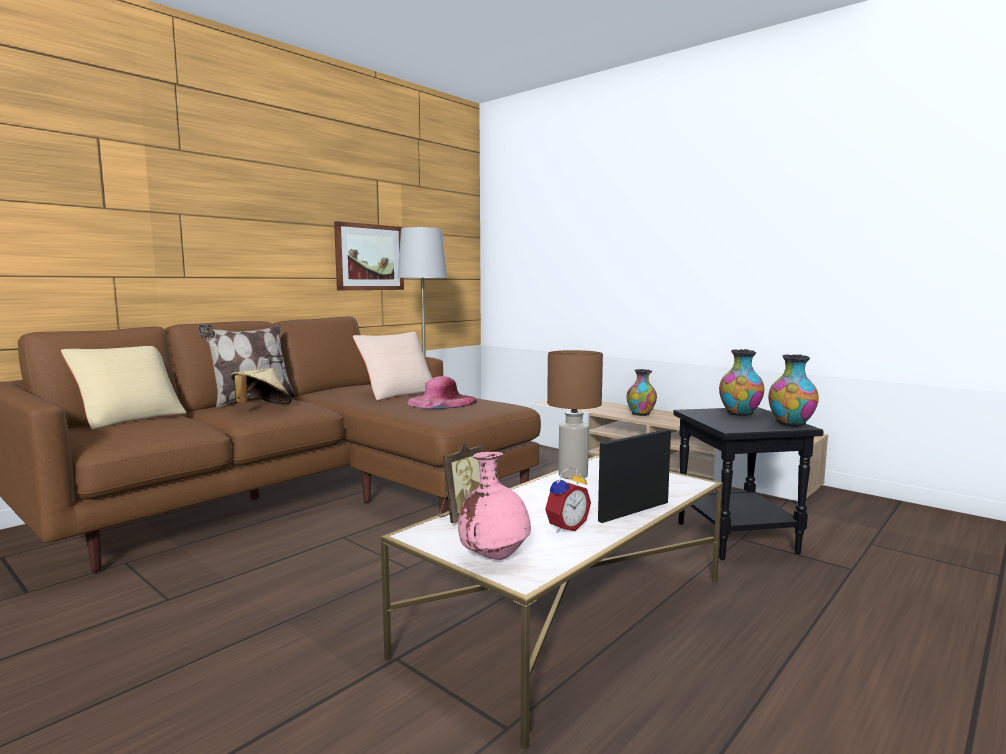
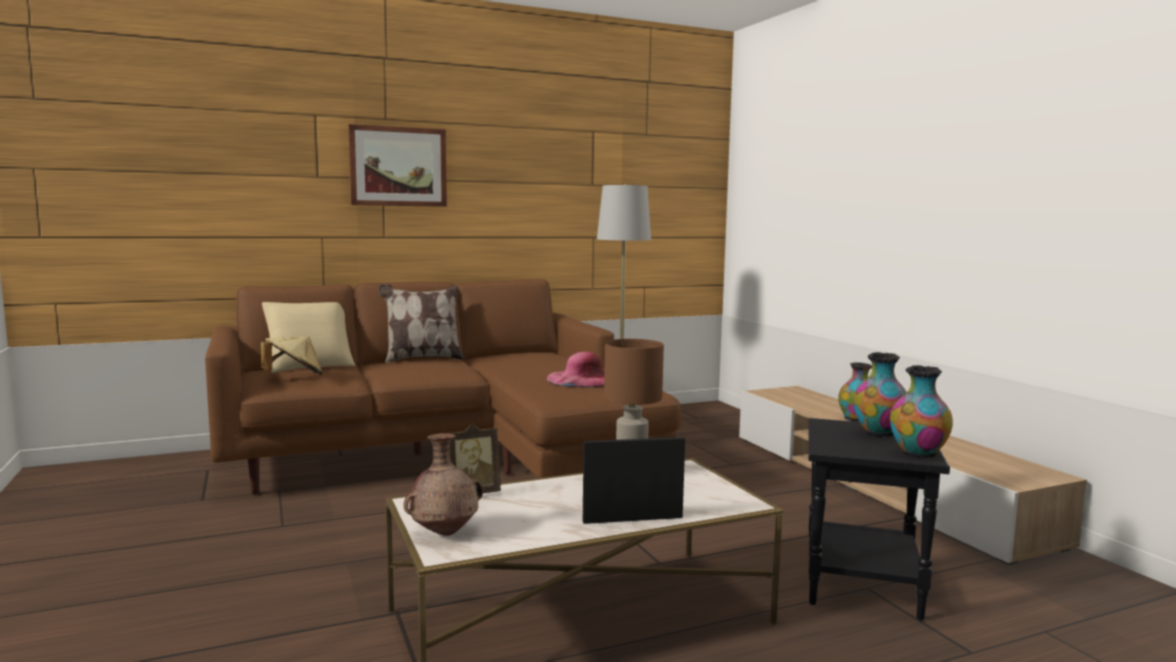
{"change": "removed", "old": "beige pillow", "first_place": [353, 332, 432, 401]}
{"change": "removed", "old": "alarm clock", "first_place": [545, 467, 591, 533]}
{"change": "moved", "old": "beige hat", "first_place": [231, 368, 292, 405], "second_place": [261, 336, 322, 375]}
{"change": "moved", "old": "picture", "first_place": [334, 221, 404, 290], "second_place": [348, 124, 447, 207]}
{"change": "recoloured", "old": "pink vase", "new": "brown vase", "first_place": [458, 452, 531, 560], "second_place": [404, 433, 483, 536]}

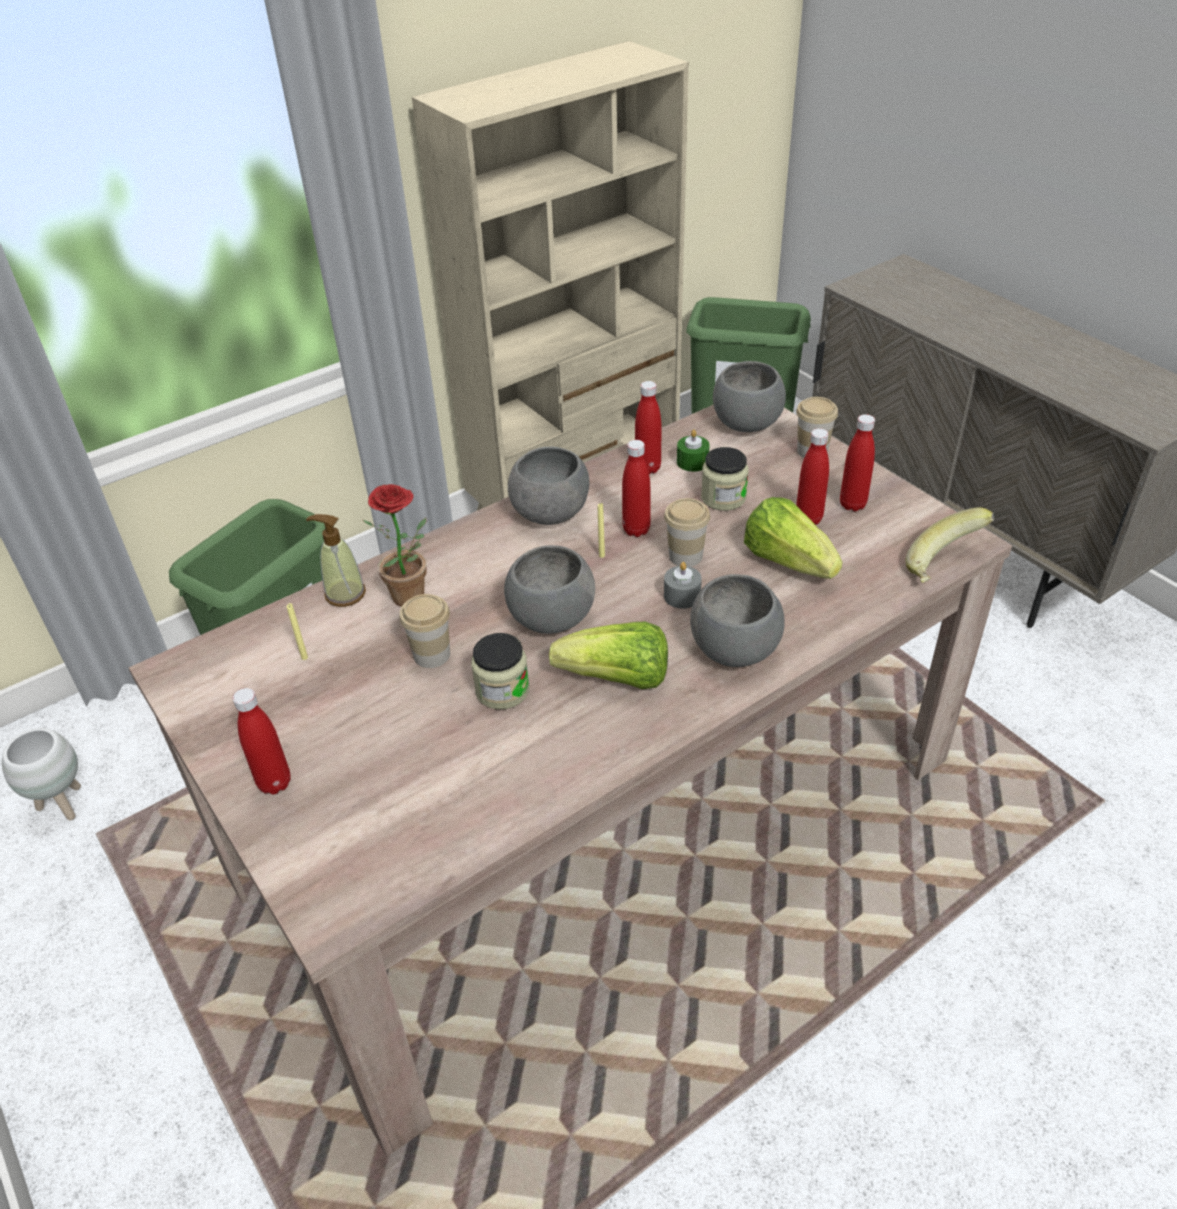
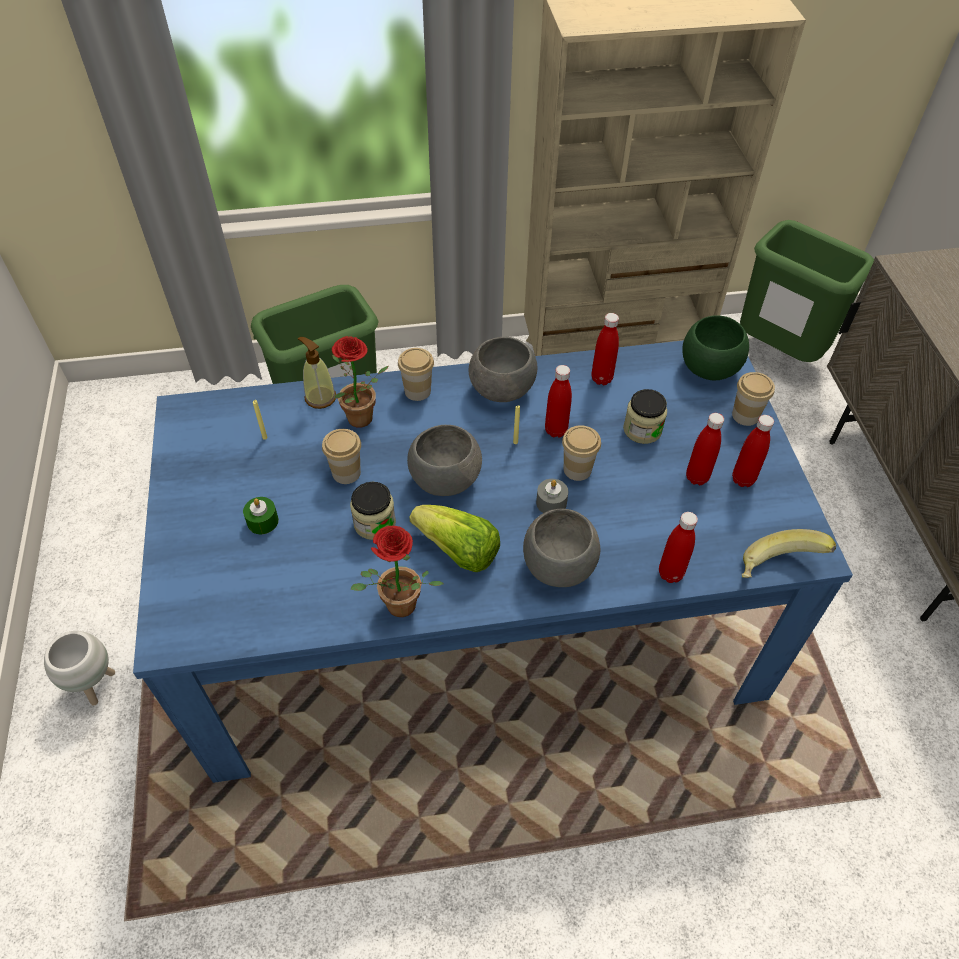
{"change": "removed", "old": "lettuce", "first_place": [744, 497, 843, 579]}
{"change": "added", "new": "potted plant", "second_place": [351, 526, 443, 617]}
{"change": "added", "new": "cup", "second_place": [398, 348, 434, 401]}
{"change": "moved", "old": "white planter", "first_place": [2, 728, 81, 820], "second_place": [44, 631, 115, 706]}
{"change": "moved", "old": "red bottle", "first_place": [233, 688, 290, 795], "second_place": [659, 512, 698, 583]}
{"change": "moved", "old": "green candle", "first_place": [677, 430, 710, 472], "second_place": [243, 497, 279, 534]}
{"change": "recoloured", "old": "beige dining table", "new": "blue dining table", "first_place": [129, 405, 1012, 1157], "second_place": [133, 340, 853, 783]}
{"change": "recoloured", "old": "grey bowl", "new": "green bowl", "first_place": [713, 361, 786, 432], "second_place": [682, 315, 749, 380]}

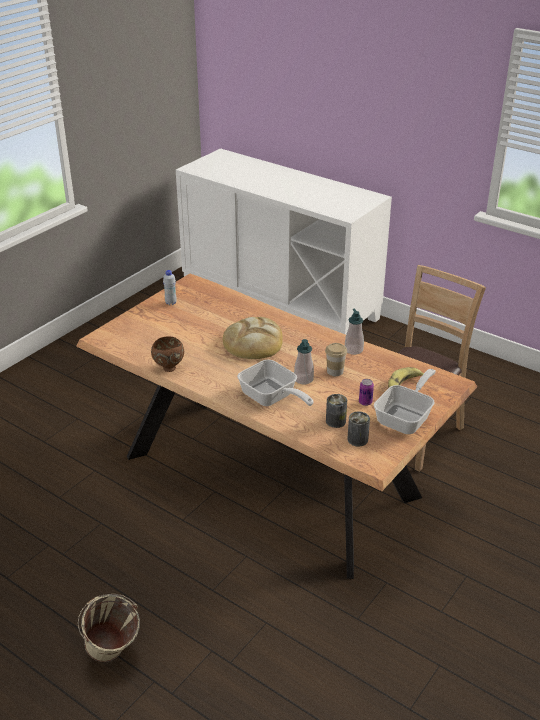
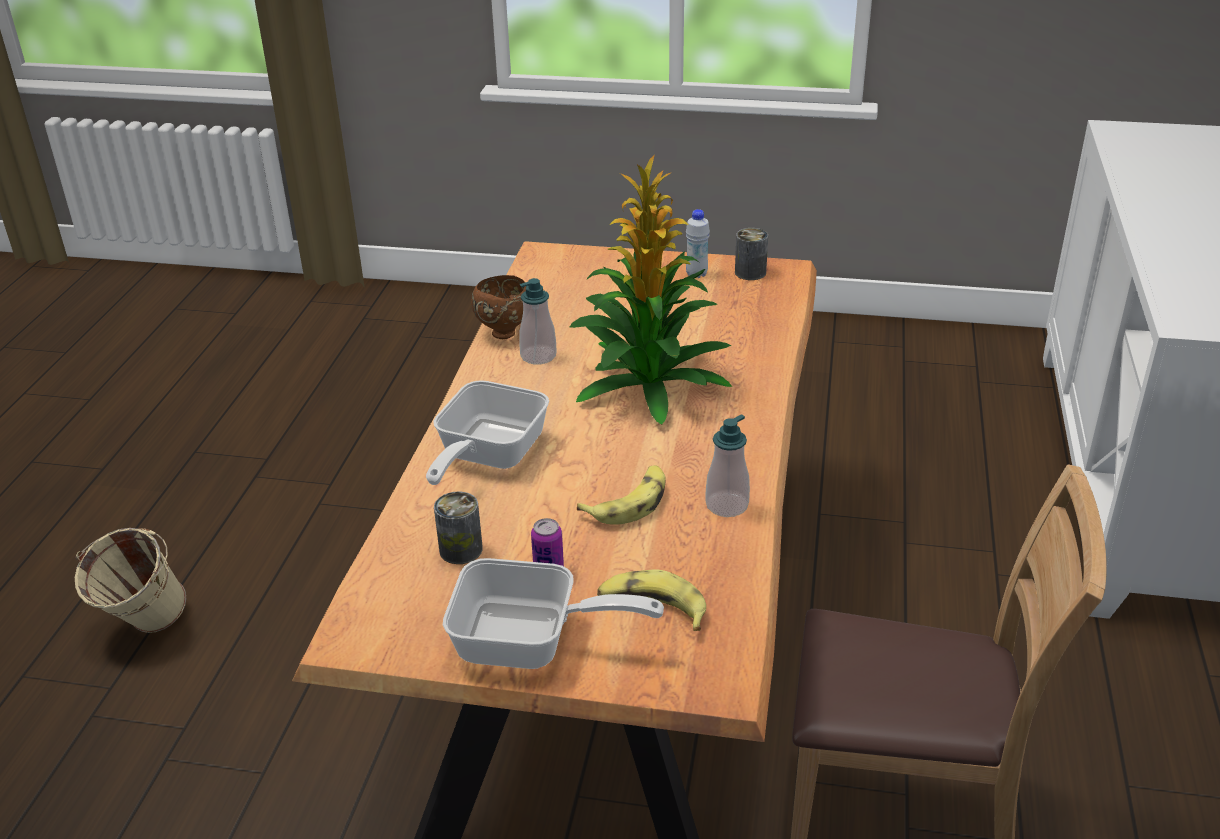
{"change": "moved", "old": "soap dispenser", "first_place": [294, 339, 314, 385], "second_place": [519, 278, 557, 365]}
{"change": "moved", "old": "can", "first_place": [347, 412, 370, 447], "second_place": [735, 228, 768, 280]}
{"change": "replaced", "old": "bread", "new": "potted plant", "first_place": [223, 317, 283, 359], "second_place": [570, 155, 732, 425]}
{"change": "replaced", "old": "cup", "new": "banana", "first_place": [325, 343, 347, 376], "second_place": [577, 465, 666, 525]}

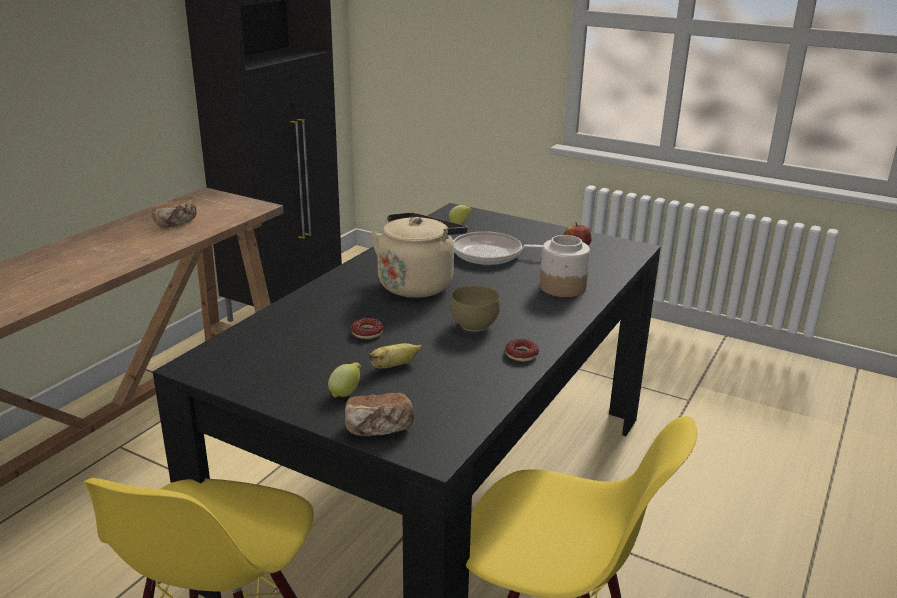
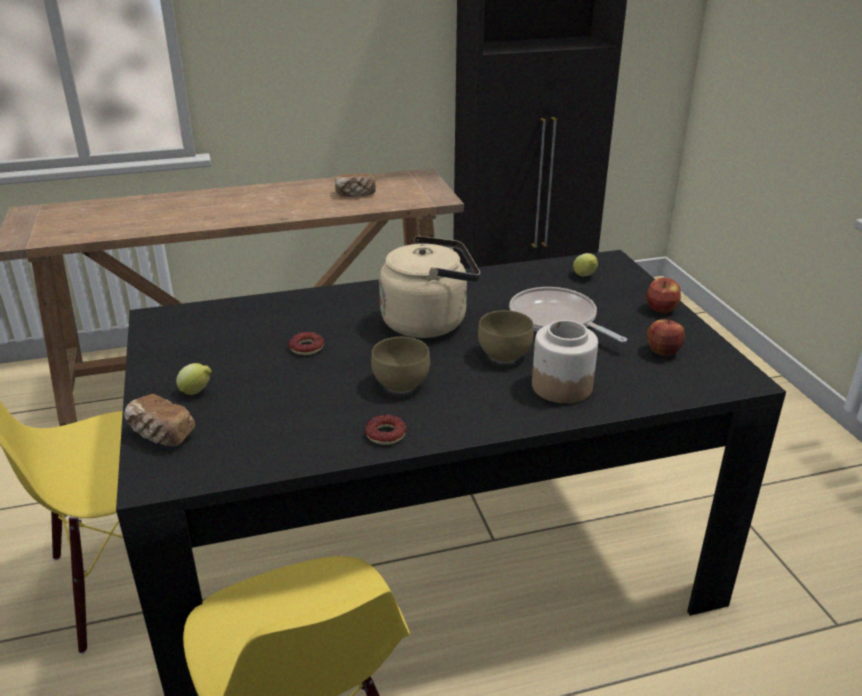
{"change": "removed", "old": "banana", "first_place": [369, 343, 422, 368]}
{"change": "added", "new": "brown bowl", "second_place": [478, 310, 534, 363]}
{"change": "added", "new": "apple", "second_place": [646, 278, 681, 313]}

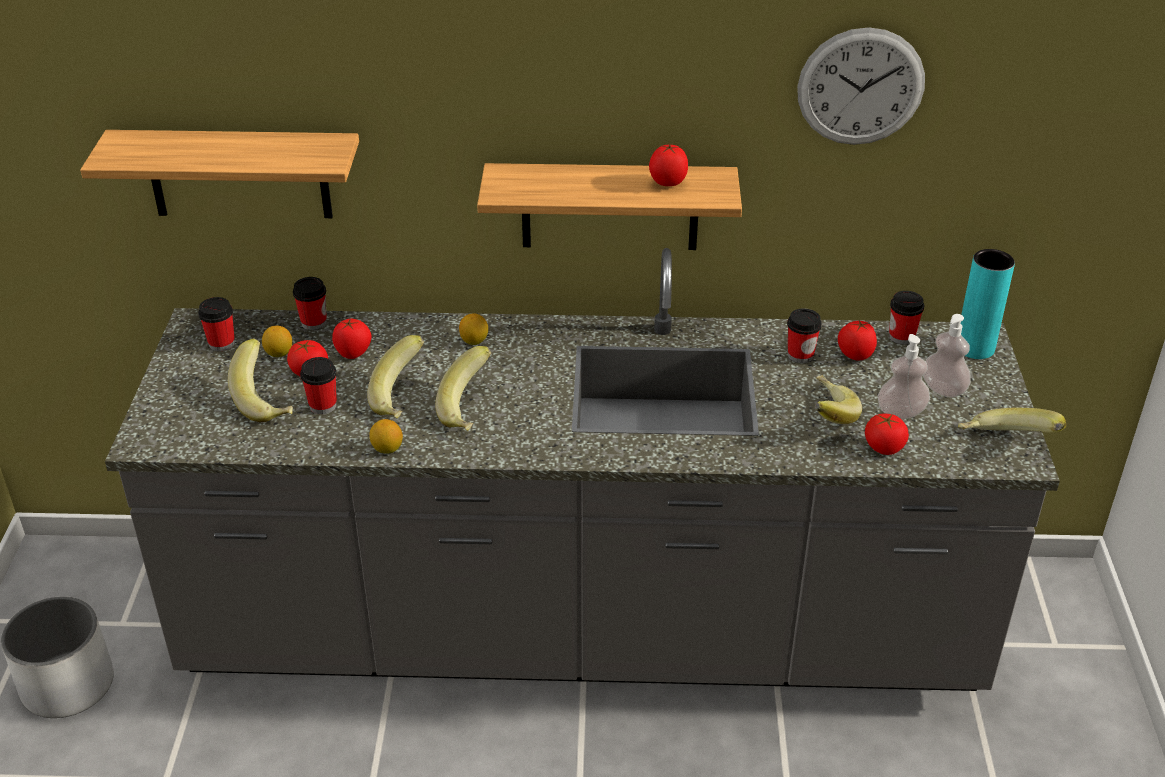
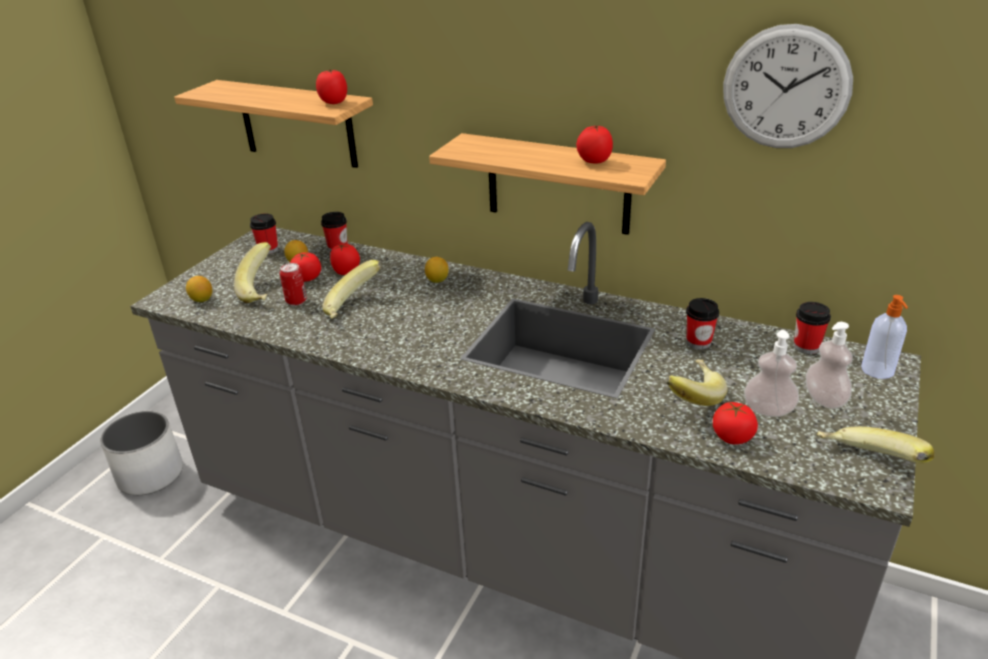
{"change": "removed", "old": "banana", "first_place": [435, 346, 491, 431]}
{"change": "moved", "old": "lemon", "first_place": [369, 419, 403, 454], "second_place": [186, 276, 212, 302]}
{"change": "moved", "old": "tomato", "first_place": [838, 320, 877, 361], "second_place": [316, 69, 347, 104]}
{"change": "replaced", "old": "cup", "new": "can", "first_place": [300, 357, 337, 414], "second_place": [280, 263, 307, 305]}
{"change": "replaced", "old": "turquoise vase", "new": "soap dispenser", "first_place": [961, 249, 1015, 359], "second_place": [861, 295, 908, 379]}

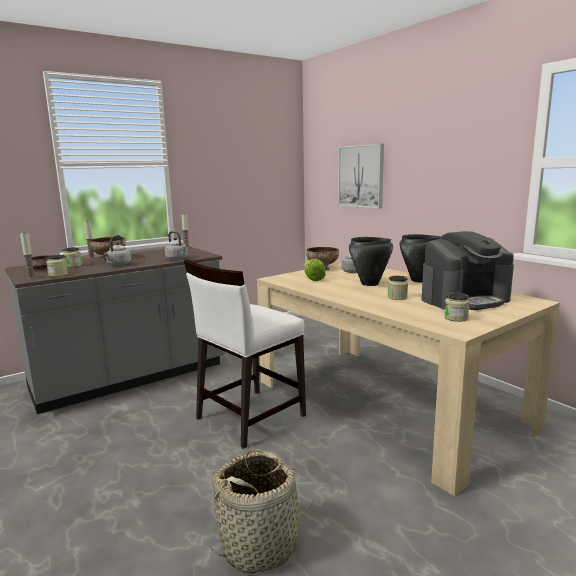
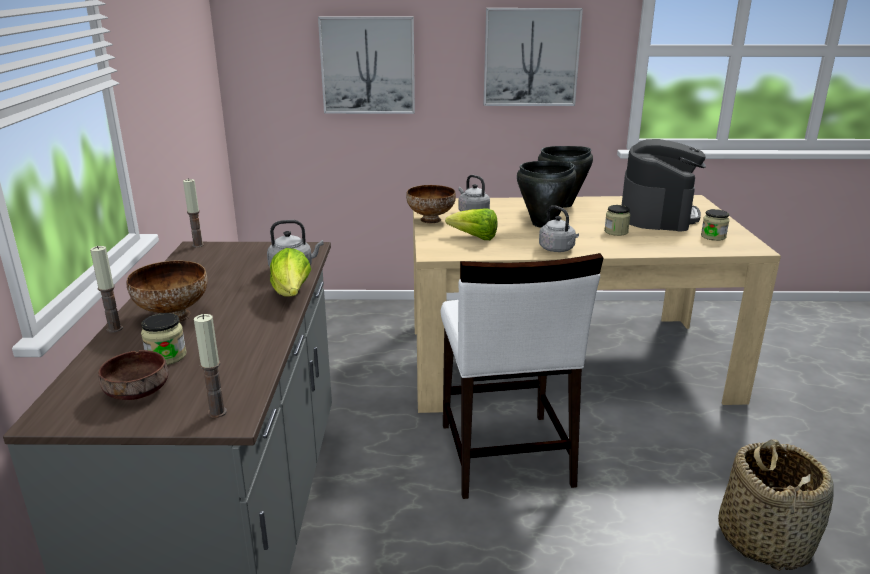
{"change": "removed", "old": "jar", "first_place": [46, 255, 68, 277]}
{"change": "added", "new": "lettuce", "second_place": [270, 248, 311, 297]}
{"change": "added", "new": "picture", "second_place": [484, 8, 583, 106]}
{"change": "moved", "old": "grey kettle", "first_place": [104, 235, 132, 266], "second_place": [539, 205, 579, 252]}

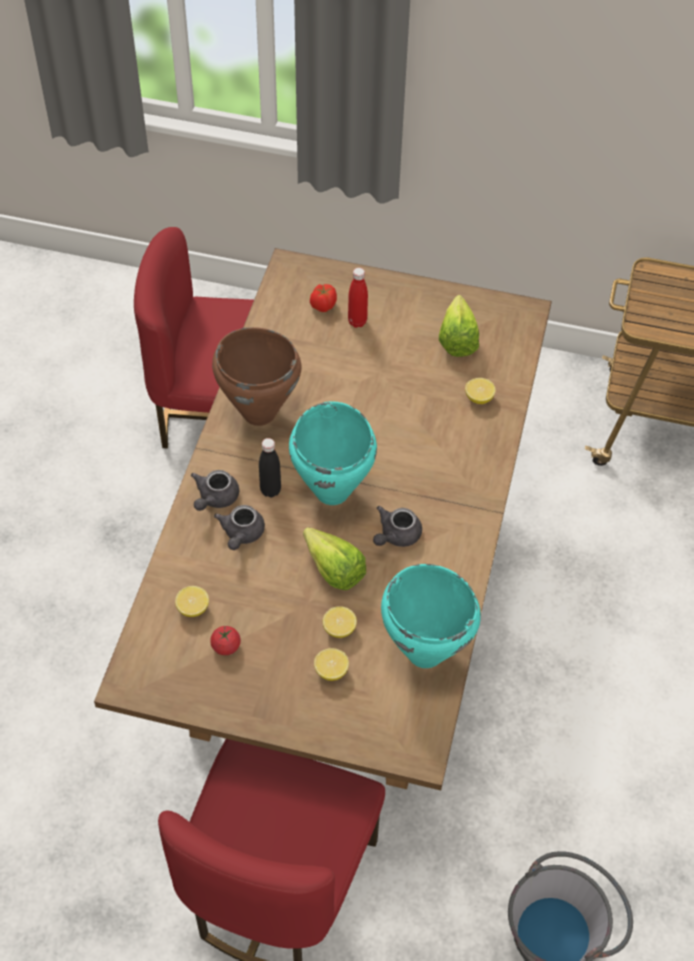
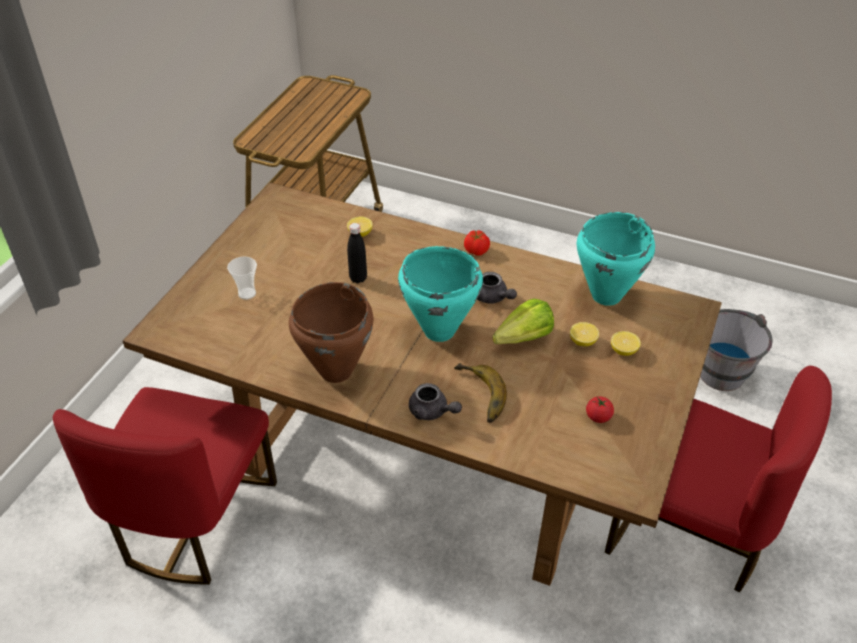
{"change": "removed", "old": "lemon", "first_place": [175, 586, 209, 617]}
{"change": "removed", "old": "lettuce", "first_place": [439, 295, 479, 357]}
{"change": "moved", "old": "black bottle", "first_place": [259, 438, 281, 497], "second_place": [347, 223, 367, 283]}
{"change": "moved", "old": "tomato", "first_place": [310, 284, 337, 312], "second_place": [464, 230, 490, 256]}
{"change": "replaced", "old": "grey teapot", "new": "banana", "first_place": [214, 505, 265, 550], "second_place": [454, 363, 507, 423]}
{"change": "replaced", "old": "red bottle", "new": "cup", "first_place": [348, 268, 368, 328], "second_place": [227, 257, 257, 300]}

